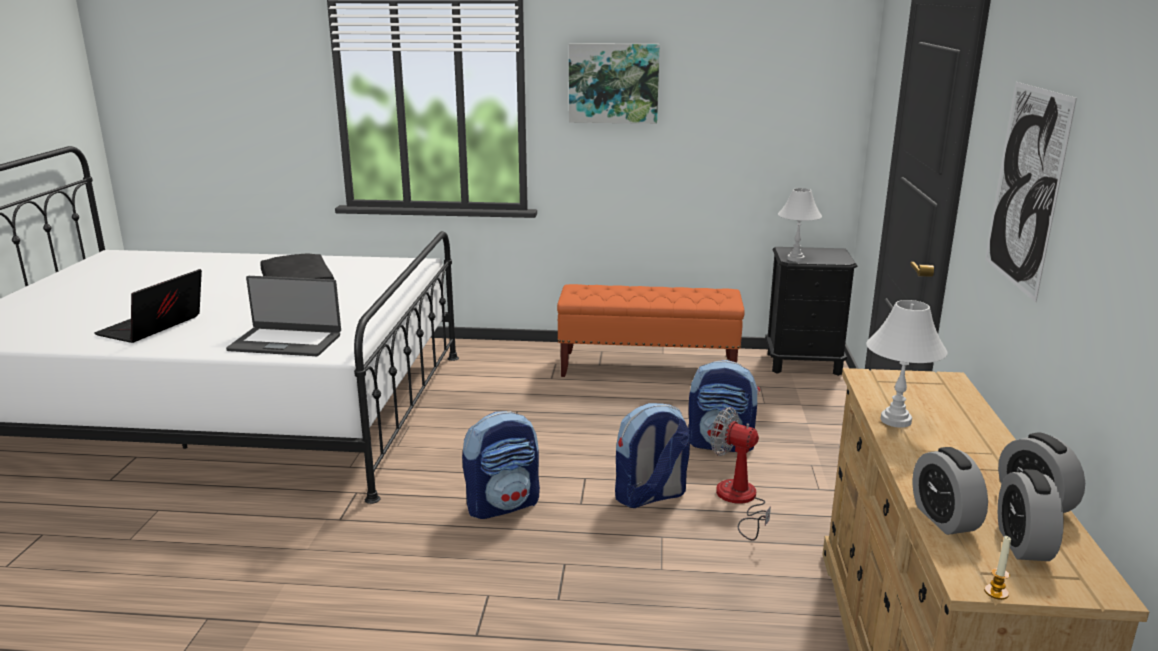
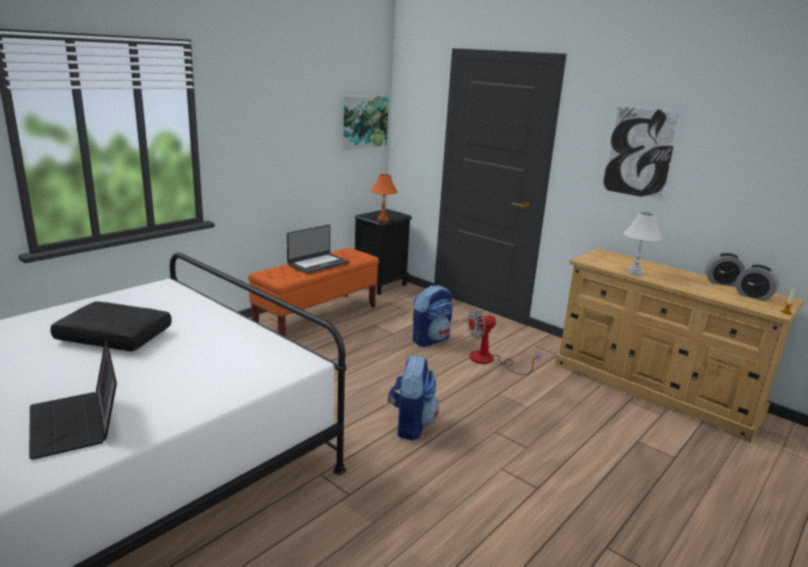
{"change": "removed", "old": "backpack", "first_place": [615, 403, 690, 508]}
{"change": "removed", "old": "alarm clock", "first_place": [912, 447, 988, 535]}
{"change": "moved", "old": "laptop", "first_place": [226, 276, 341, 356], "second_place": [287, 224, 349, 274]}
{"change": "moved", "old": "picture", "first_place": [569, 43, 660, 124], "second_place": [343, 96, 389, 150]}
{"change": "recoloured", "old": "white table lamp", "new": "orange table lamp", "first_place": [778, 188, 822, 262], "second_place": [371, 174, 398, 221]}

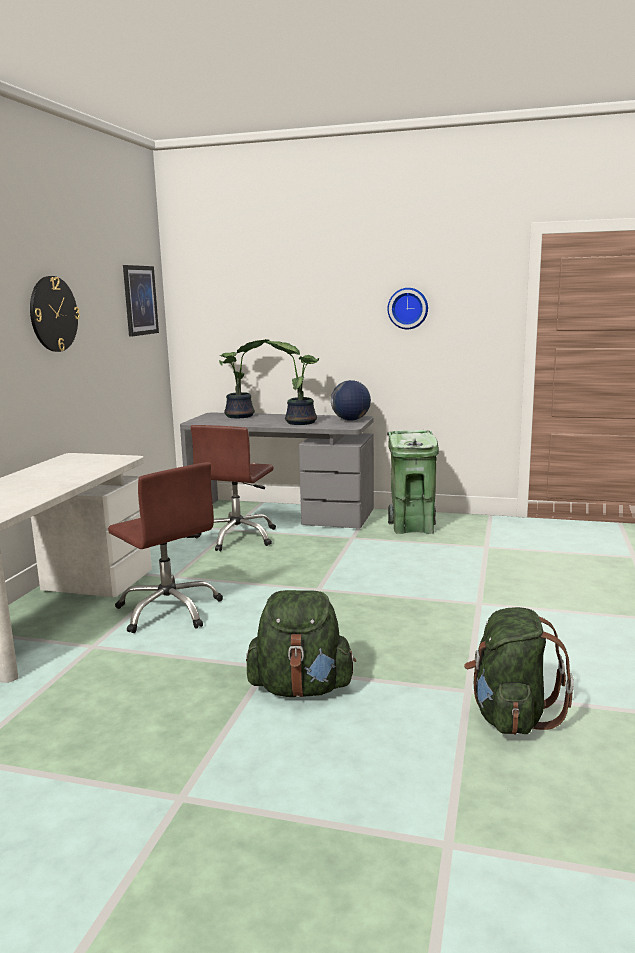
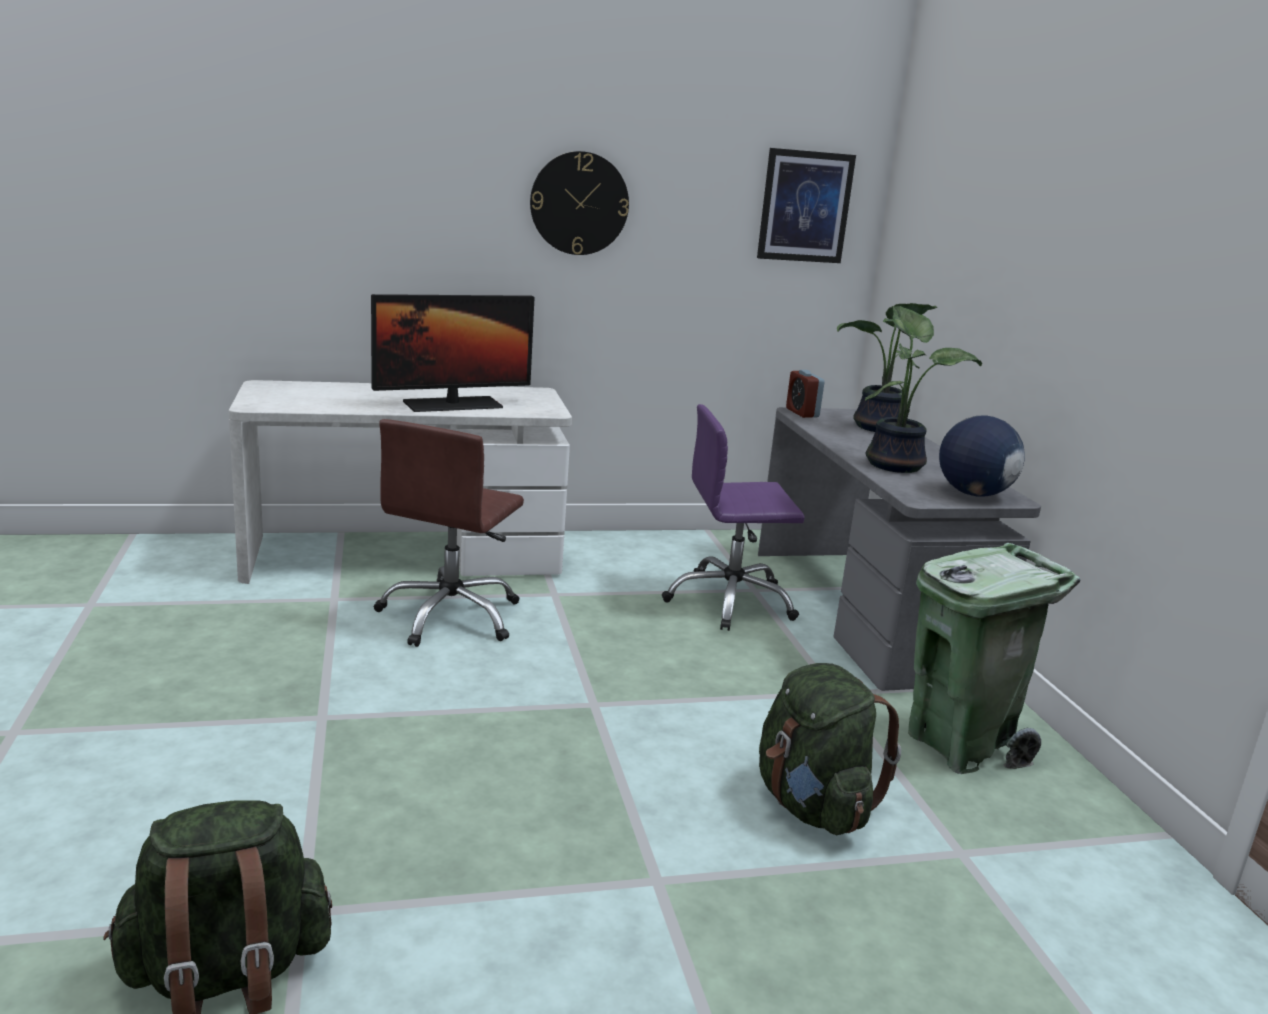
{"change": "removed", "old": "wall clock", "first_place": [388, 288, 428, 329]}
{"change": "added", "new": "monitor", "second_place": [371, 294, 535, 412]}
{"change": "added", "new": "alarm clock", "second_place": [786, 370, 825, 418]}
{"change": "moved", "old": "green backpack", "first_place": [246, 590, 356, 698], "second_place": [759, 663, 901, 835]}
{"change": "recoloured", "old": "brown office chair", "new": "purple office chair", "first_place": [191, 425, 276, 551], "second_place": [662, 404, 805, 631]}

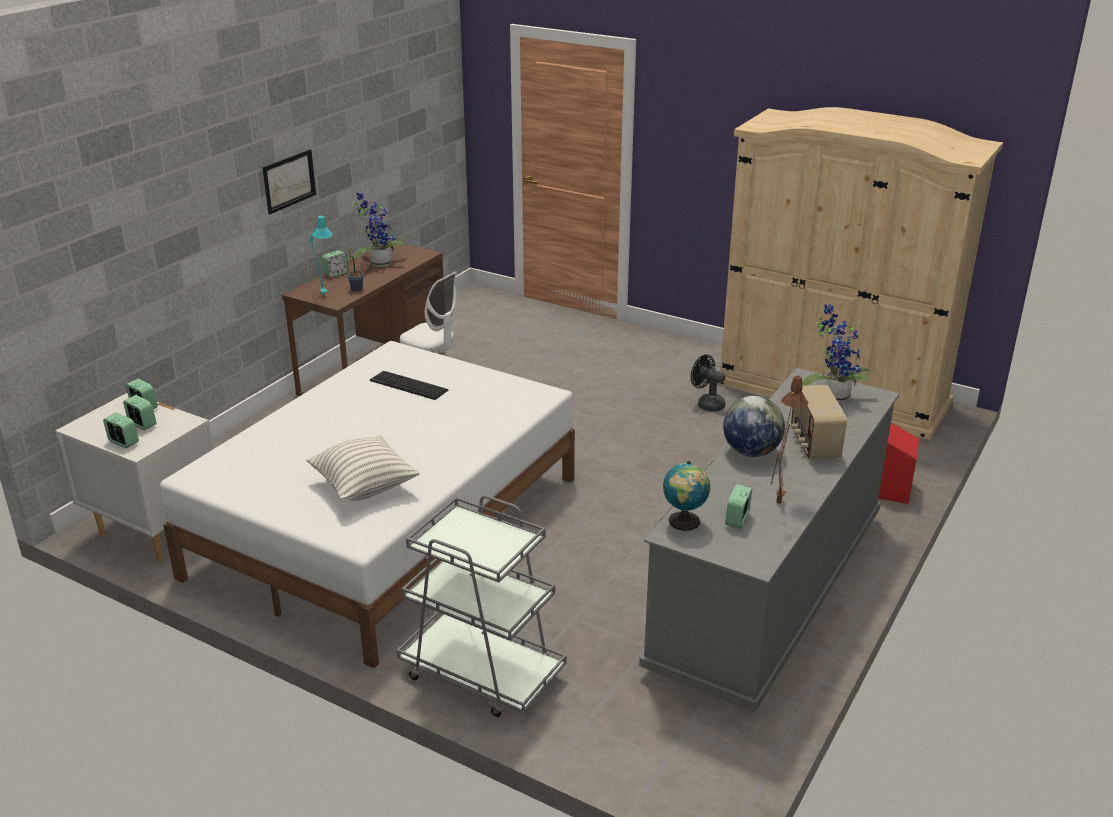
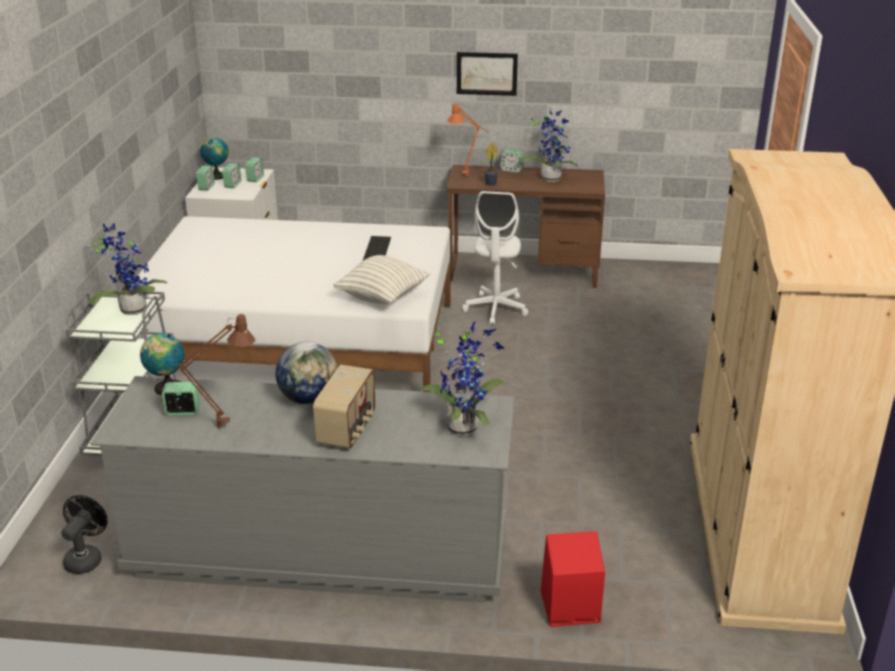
{"change": "added", "new": "potted plant", "second_place": [88, 223, 167, 315]}
{"change": "added", "new": "globe", "second_place": [200, 137, 229, 180]}
{"change": "moved", "old": "pillow", "first_place": [306, 436, 420, 502], "second_place": [333, 255, 430, 304]}
{"change": "moved", "old": "black fan", "first_place": [691, 354, 726, 412], "second_place": [61, 495, 107, 574]}
{"change": "recoloured", "old": "turquoise table lamp", "new": "orange table lamp", "first_place": [307, 216, 333, 294], "second_place": [447, 103, 489, 176]}
{"change": "turned", "old": "radio", "first_place": [791, 385, 847, 458], "second_place": [313, 365, 375, 449], "degrees": 135}

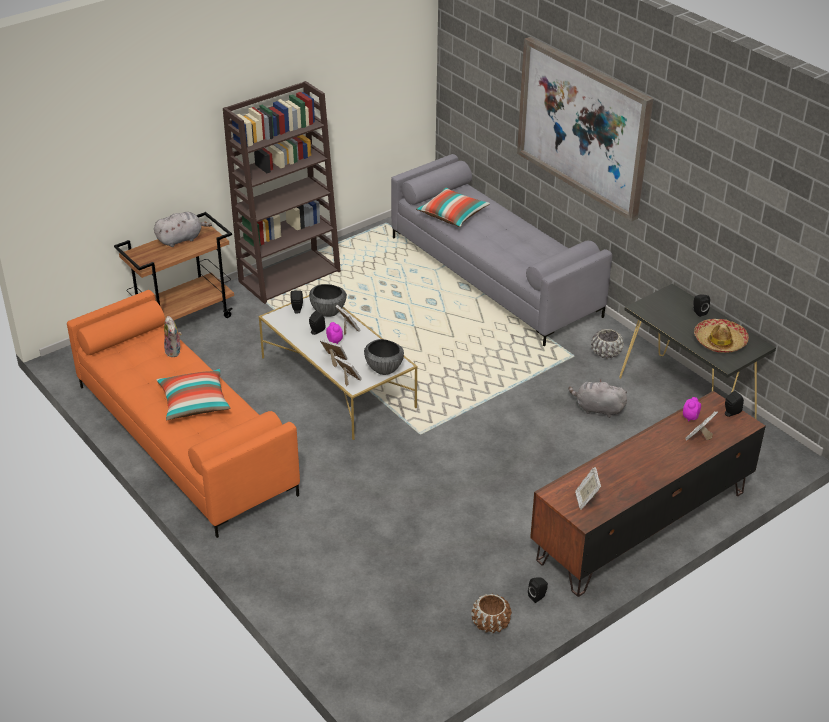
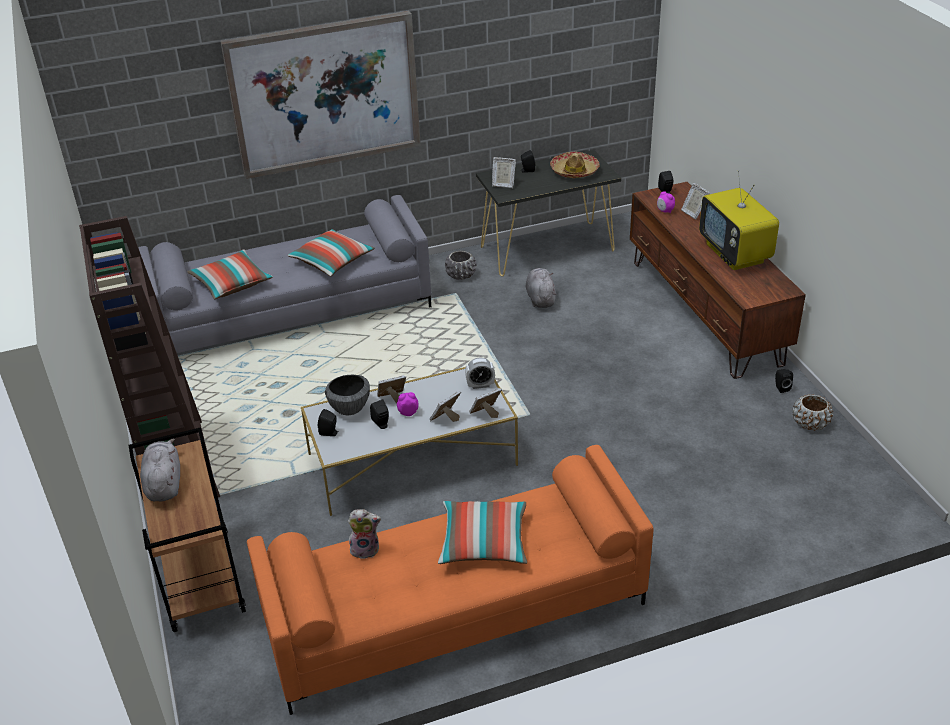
{"change": "added", "new": "pillow", "second_place": [287, 229, 375, 276]}
{"change": "added", "new": "television", "second_place": [699, 170, 779, 270]}
{"change": "moved", "old": "picture frame", "first_place": [575, 467, 601, 509], "second_place": [492, 157, 516, 188]}
{"change": "replaced", "old": "bowl", "new": "alarm clock", "first_place": [364, 339, 404, 375], "second_place": [465, 358, 495, 389]}
{"change": "turned", "old": "grey plush toy", "first_place": [569, 379, 627, 418], "second_place": [526, 268, 556, 308], "degrees": 135}

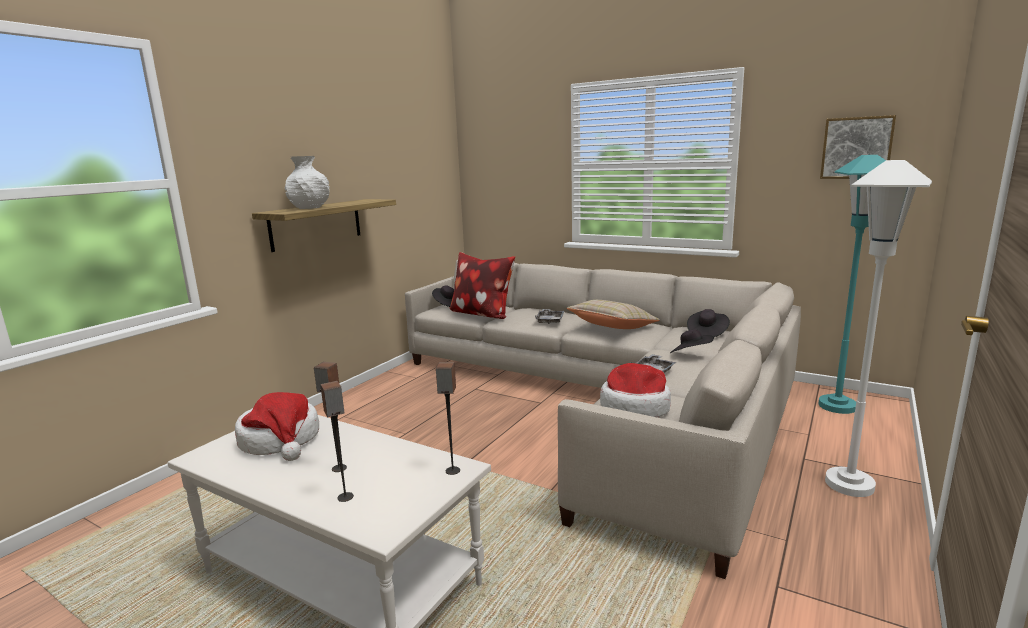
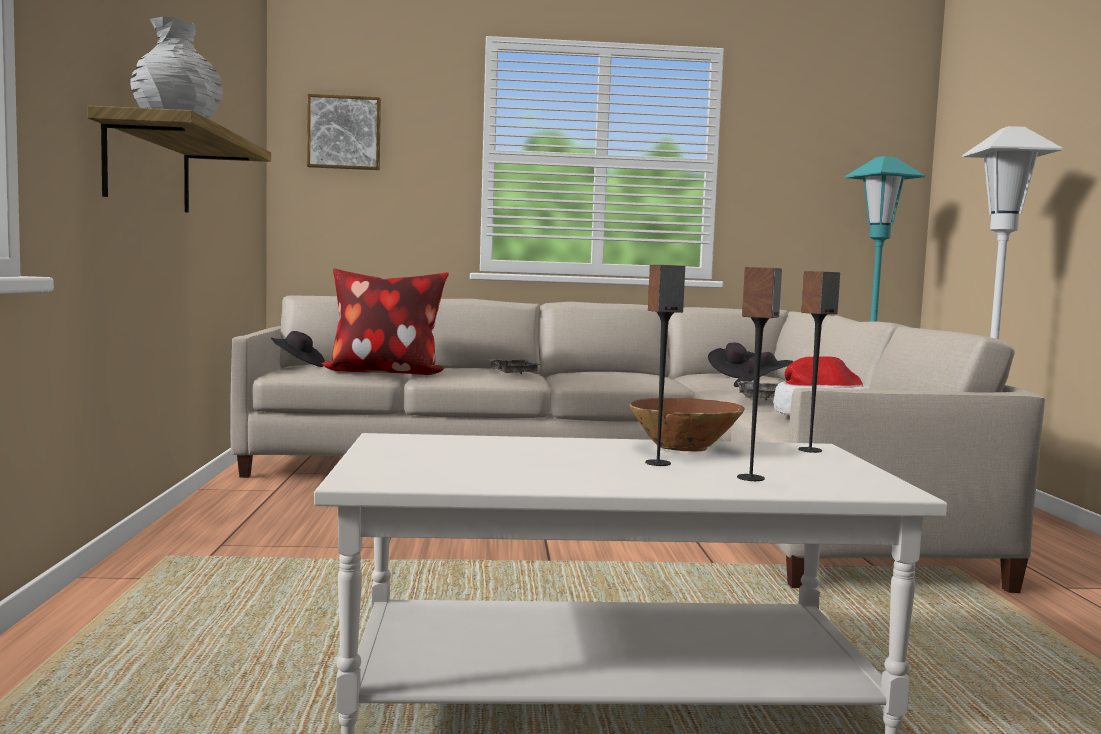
{"change": "removed", "old": "hat", "first_place": [235, 392, 319, 461]}
{"change": "removed", "old": "beige pillow", "first_place": [567, 300, 660, 329]}
{"change": "added", "new": "brown bowl", "second_place": [629, 398, 745, 451]}
{"change": "moved", "old": "picture", "first_place": [820, 115, 896, 179], "second_place": [307, 94, 381, 170]}

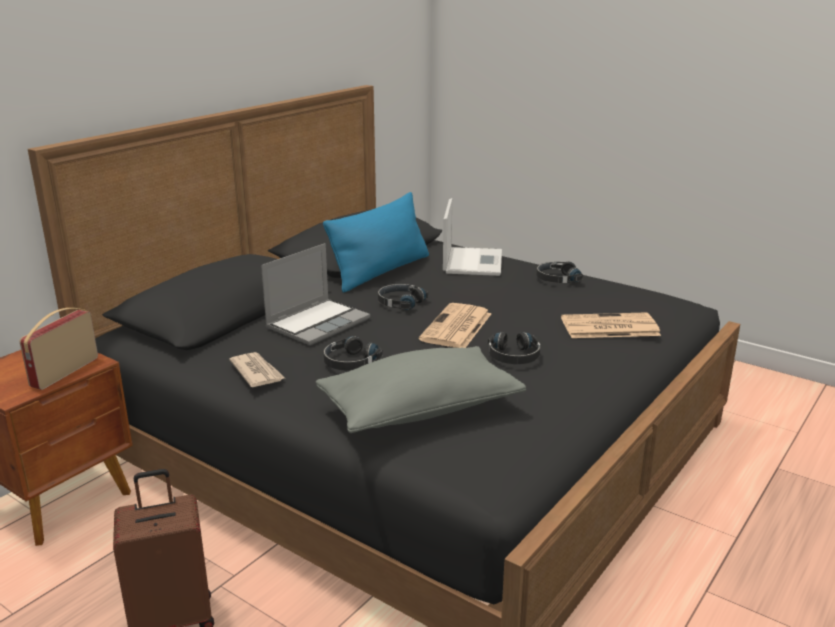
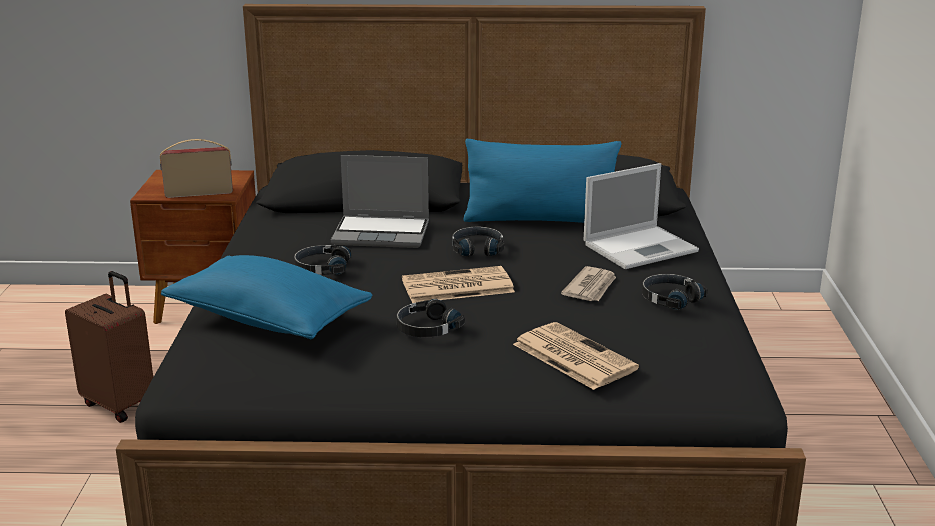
{"change": "moved", "old": "newspaper", "first_place": [230, 352, 285, 387], "second_place": [561, 266, 616, 301]}
{"change": "recoloured", "old": "grey pillow", "new": "blue pillow", "first_place": [316, 346, 526, 433], "second_place": [161, 255, 373, 339]}

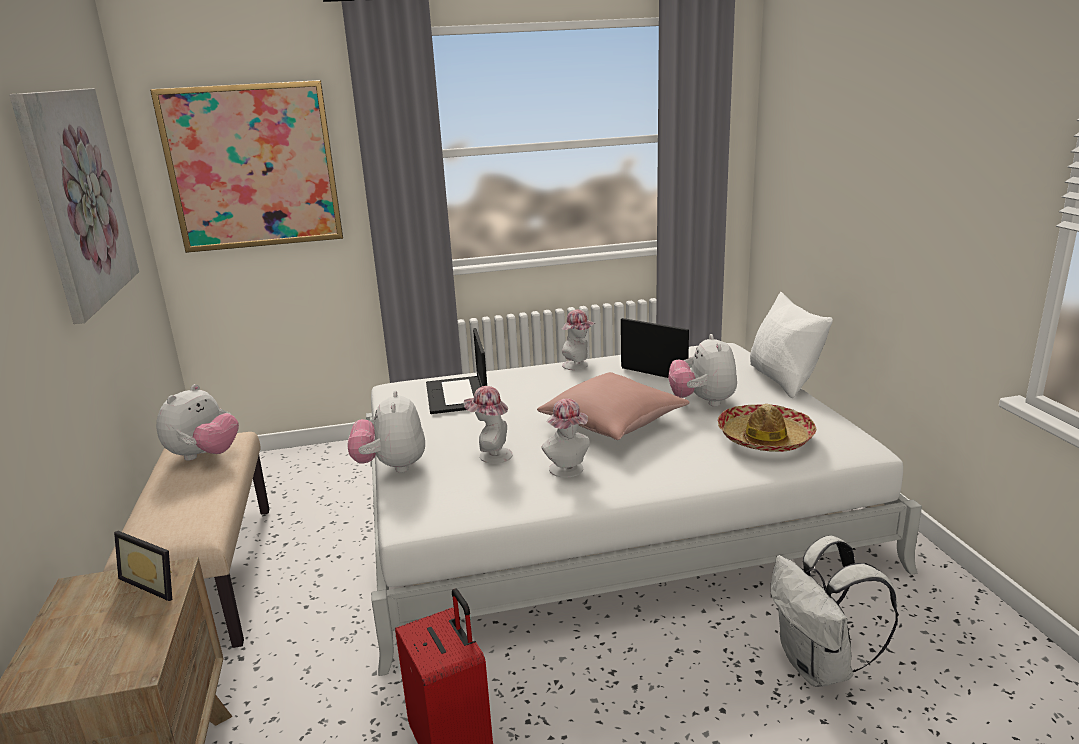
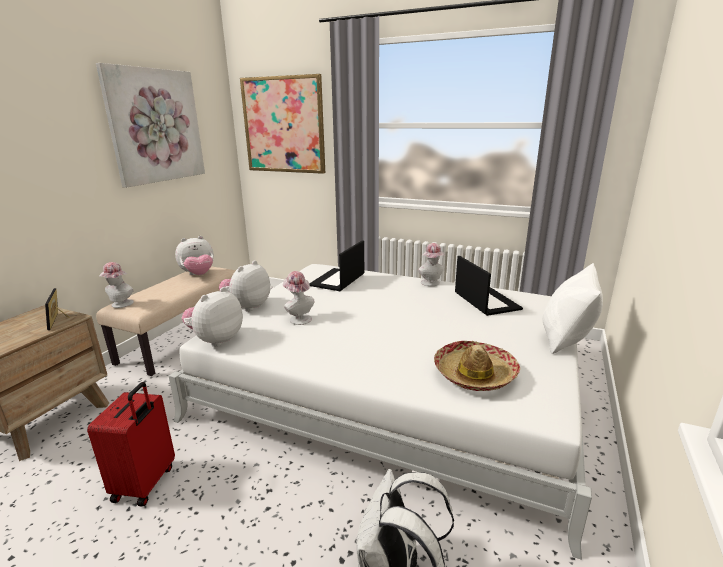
{"change": "removed", "old": "pink pillow", "first_place": [537, 372, 690, 440]}
{"change": "moved", "old": "hat", "first_place": [541, 399, 590, 478], "second_place": [99, 262, 134, 308]}
{"change": "moved", "old": "plush toy", "first_place": [668, 334, 737, 407], "second_place": [182, 287, 243, 347]}

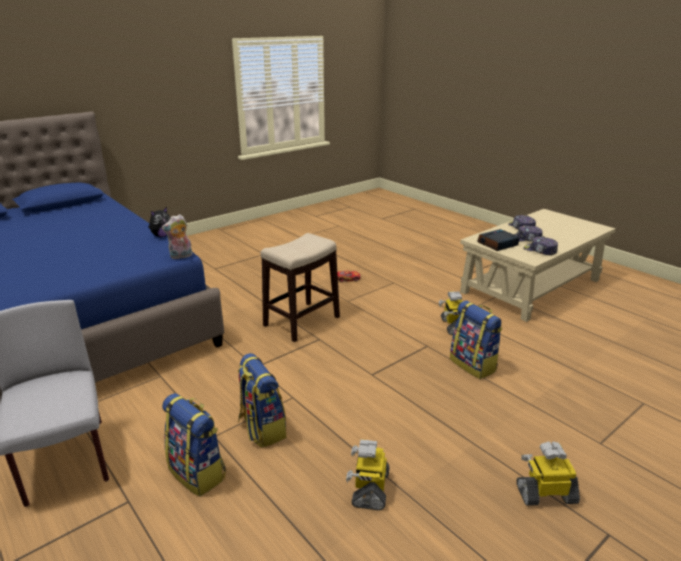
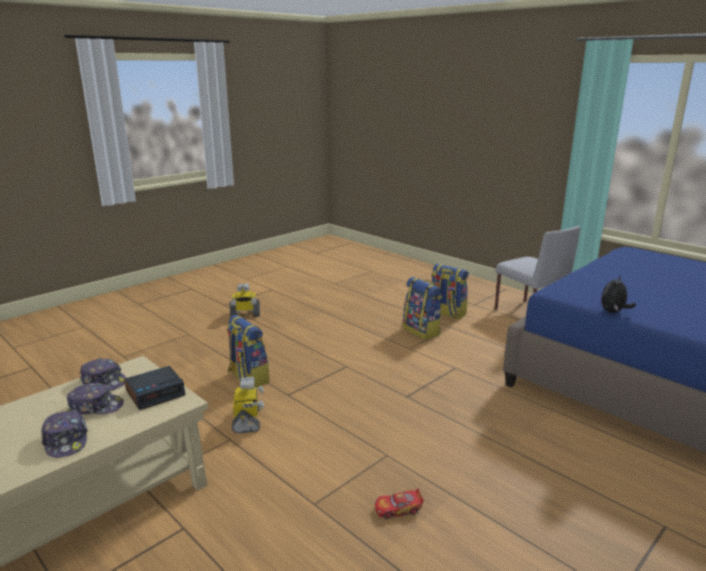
{"change": "removed", "old": "plush toy", "first_place": [162, 214, 192, 259]}
{"change": "removed", "old": "stool", "first_place": [261, 233, 340, 342]}
{"change": "removed", "old": "toy robot", "first_place": [346, 439, 390, 510]}

